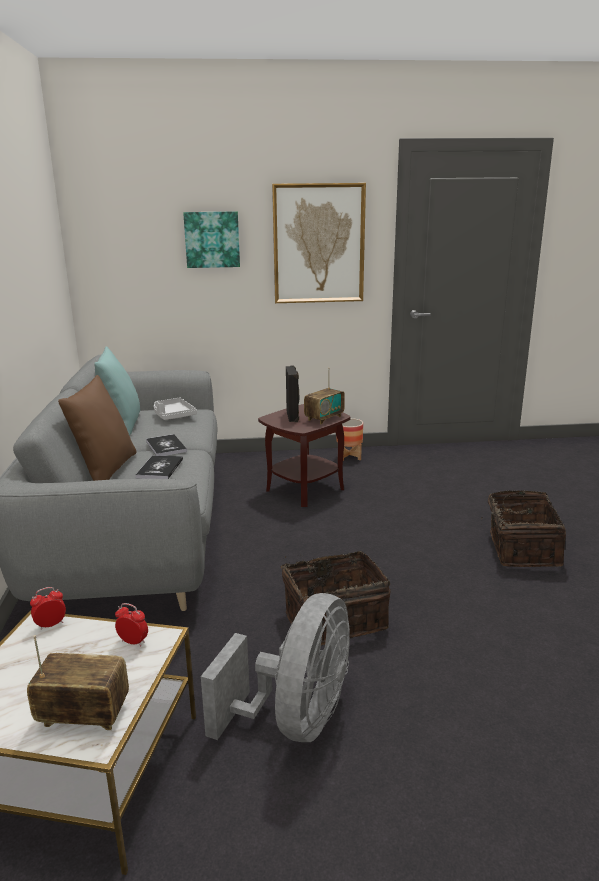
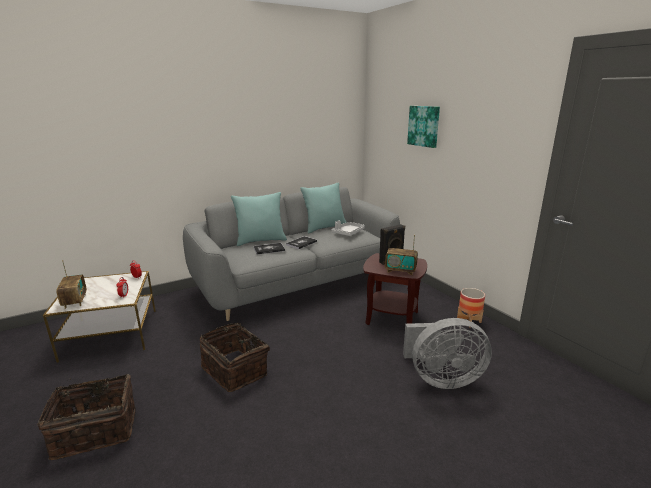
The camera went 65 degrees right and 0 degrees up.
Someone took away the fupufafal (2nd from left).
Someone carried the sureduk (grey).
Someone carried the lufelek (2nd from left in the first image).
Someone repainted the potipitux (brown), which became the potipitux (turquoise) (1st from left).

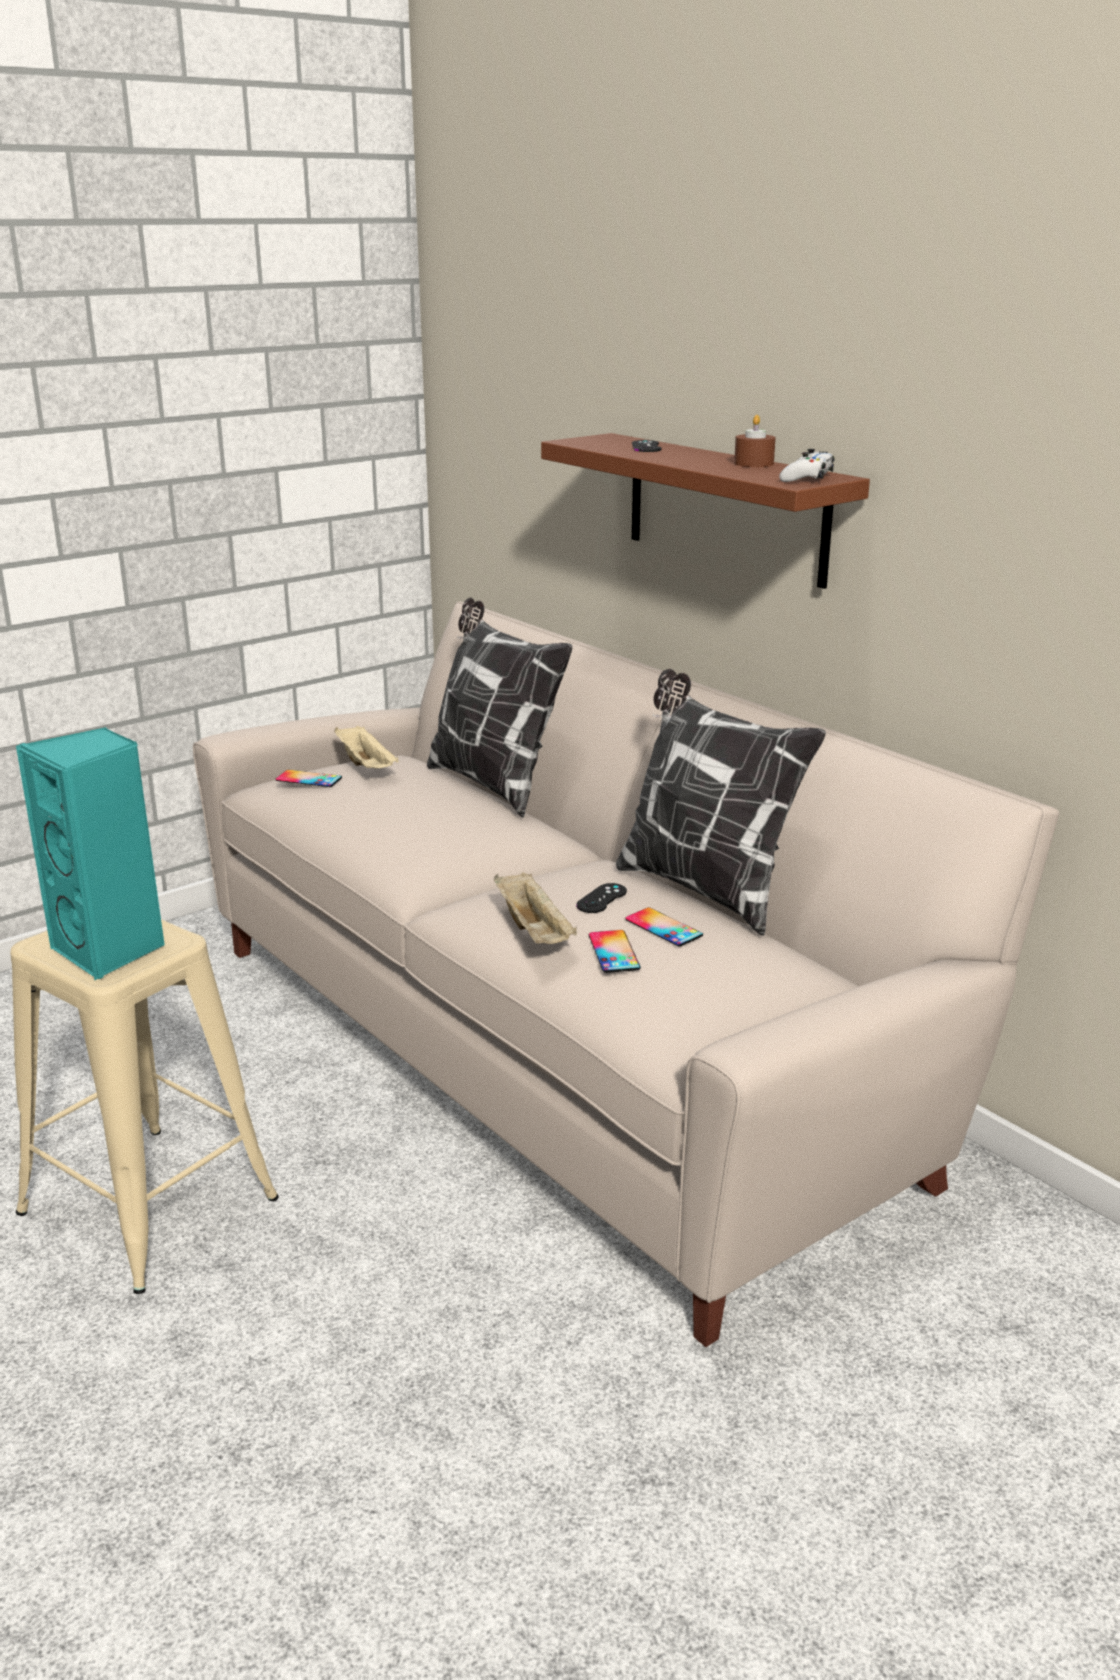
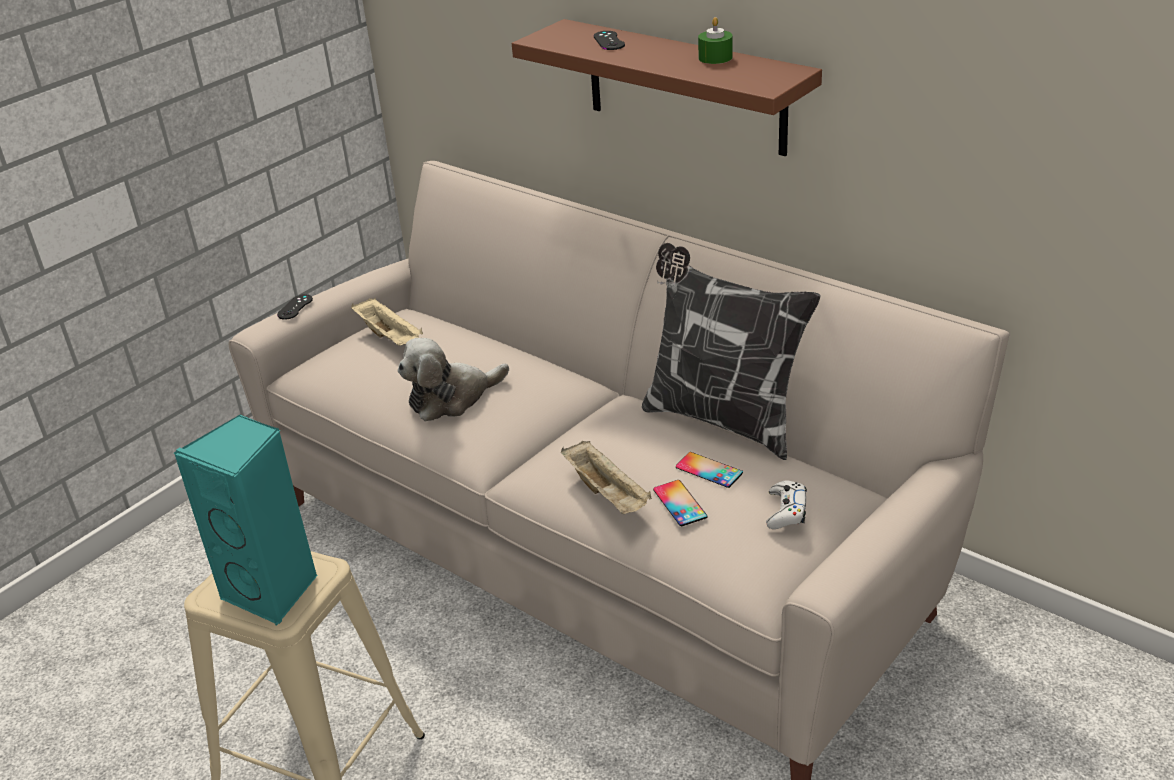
The camera went 10 degrees left and 10 degrees up.
Someone took away the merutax (1st from left).
Someone took away the potipitux (1st from left).
Someone put down the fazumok.
Someone carried the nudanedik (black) (1st from left).
Someone carried the nudanedik (white).
Someone repainted the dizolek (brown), which became the dizolek (green).

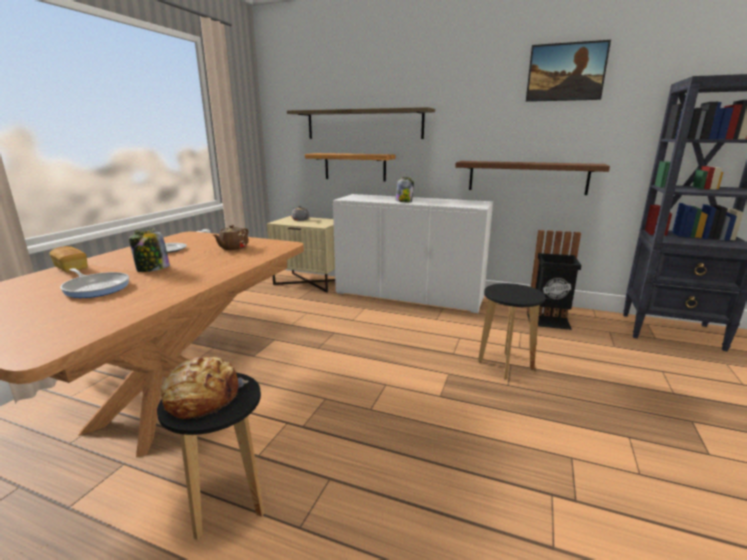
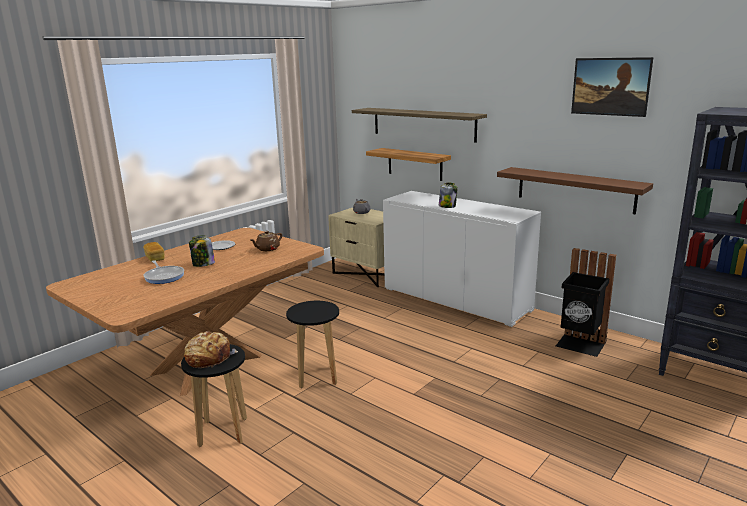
The camera went 20 degrees right and 0 degrees up.
Someone carried the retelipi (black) (2nd from left).

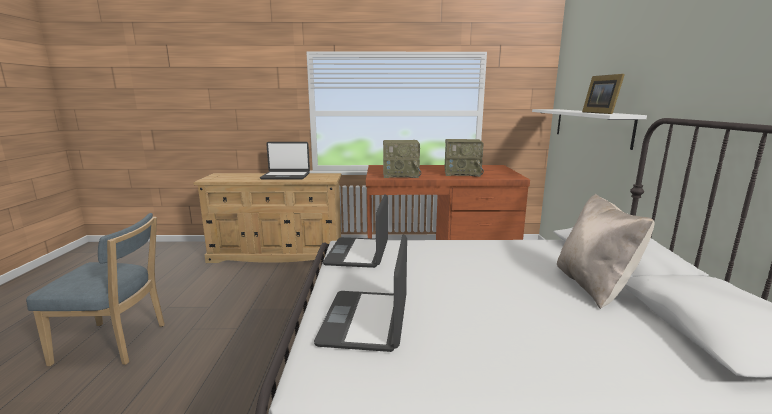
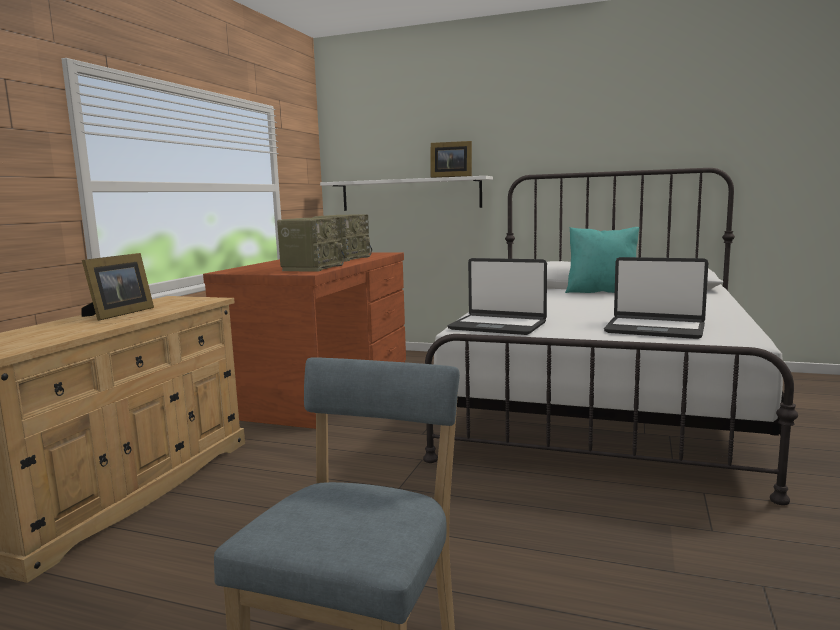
The camera went 70 degrees left and 5 degrees down.
Someone swapped the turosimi (1st from left) for the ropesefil (1st from left).
Someone repainted the potipitux (beige), which became the potipitux (turquoise).

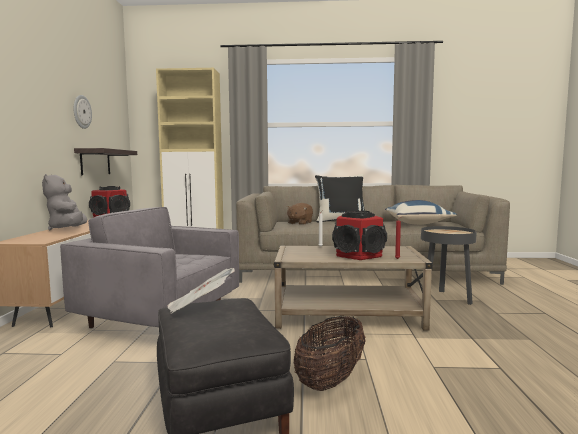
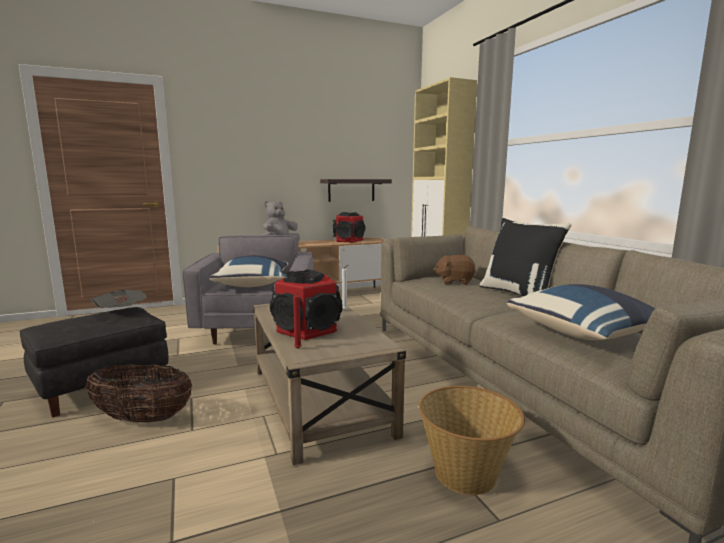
The camera went 65 degrees right and 5 degrees up.
Someone took away the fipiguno.
Someone put down the potipitux (blue) (1st from left).
Someone swapped the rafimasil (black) for the lufelek (2nd from left).

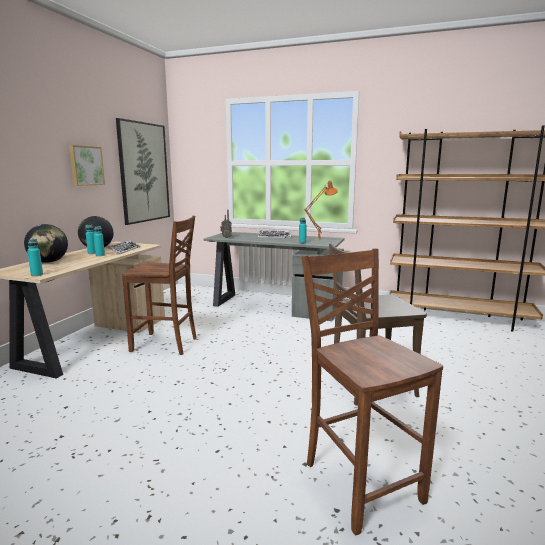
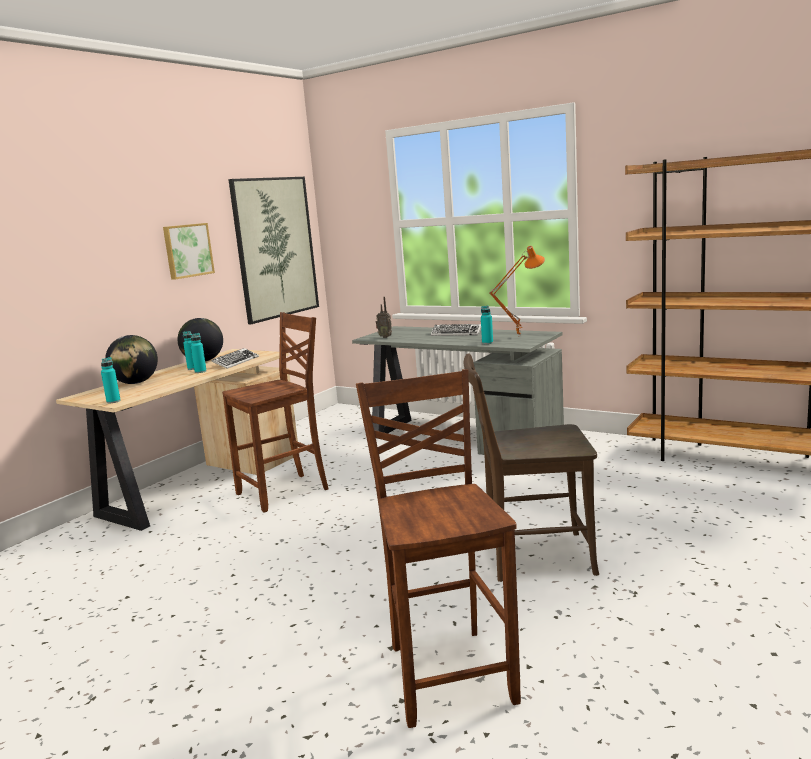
The camera went 15 degrees right and 0 degrees up.
Someone rotated the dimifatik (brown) (1st from left) by 60 degrees counterclockwise.

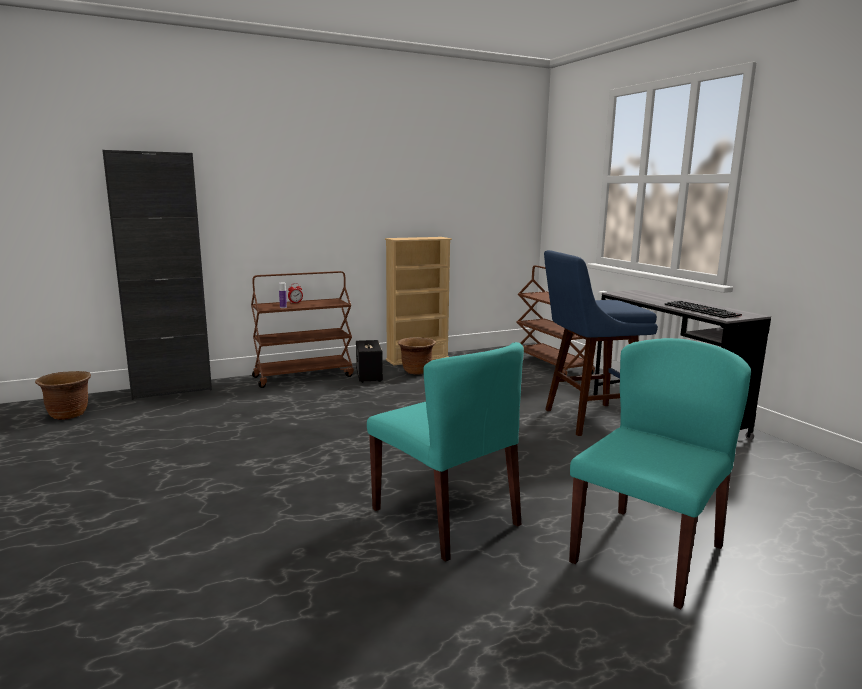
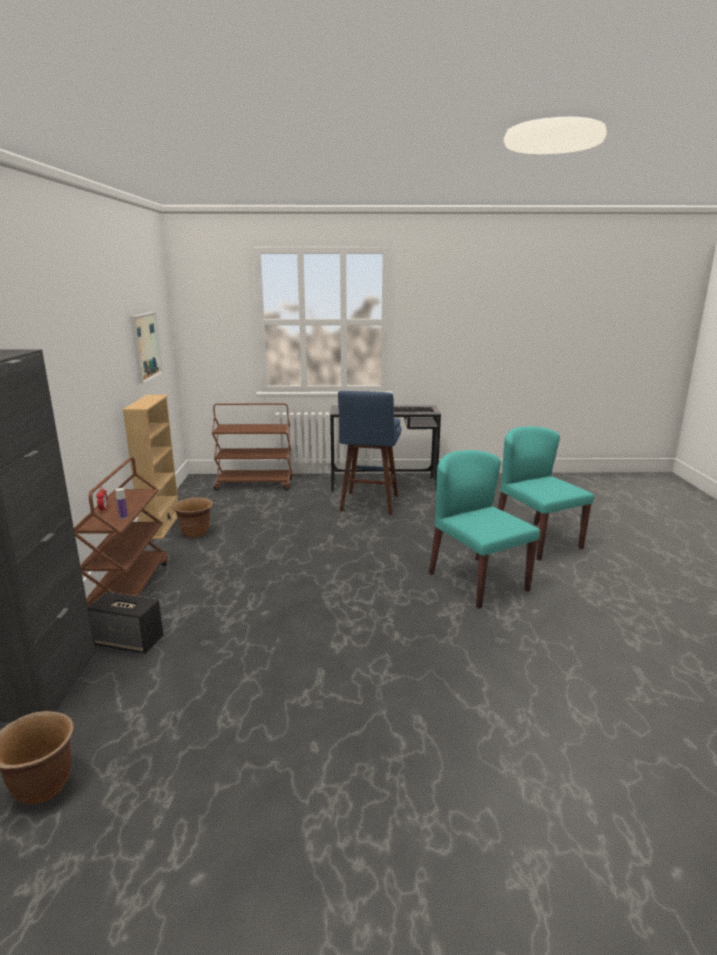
The camera went 65 degrees left and 5 degrees up.
Someone put up the fupufafal.
Someone carried the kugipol.
Someone rotated the dimifatik (turquoise) (1st from left) by 105 degrees counterclockwise.

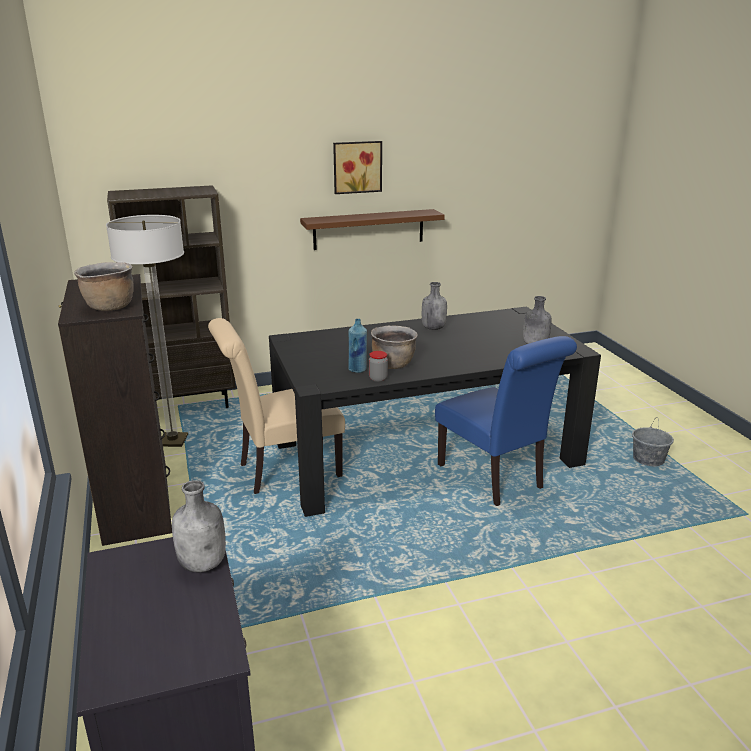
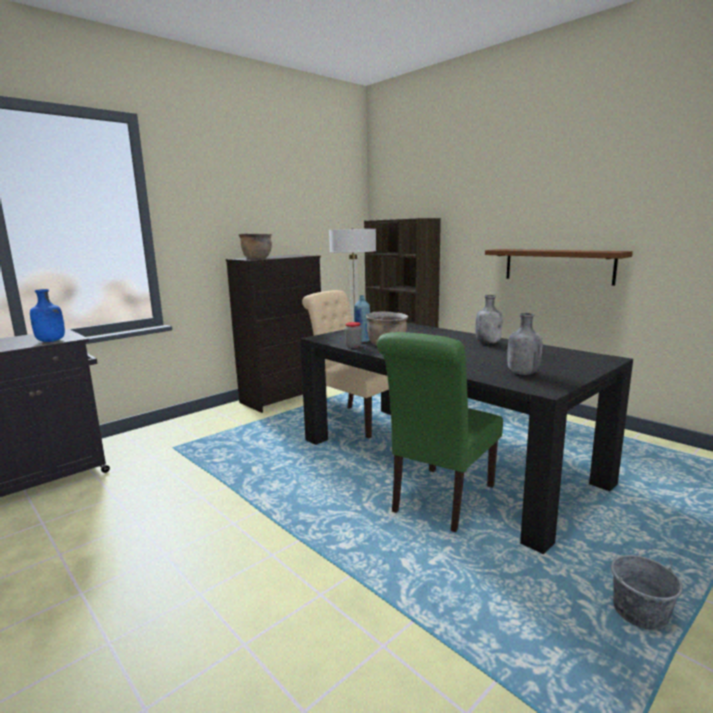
The camera went 65 degrees right and 10 degrees down.
Someone took away the fupufafal.
Someone repainted the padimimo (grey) (1st from left), which became the padimimo (blue) (1st from left).
Someone repainted the dimifatik (blue), which became the dimifatik (green).

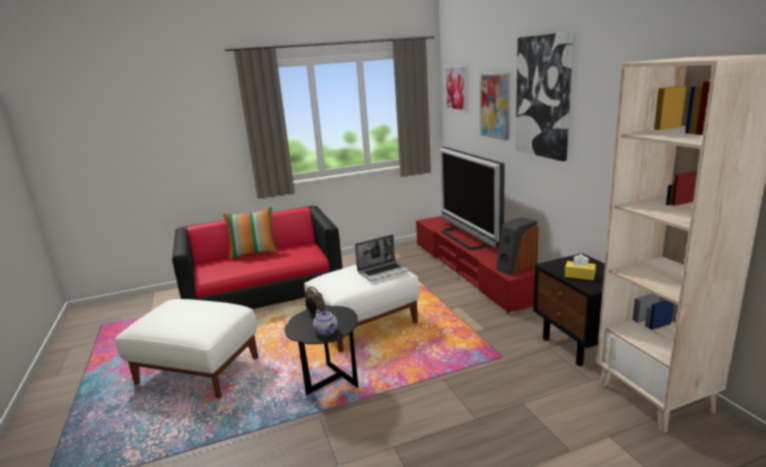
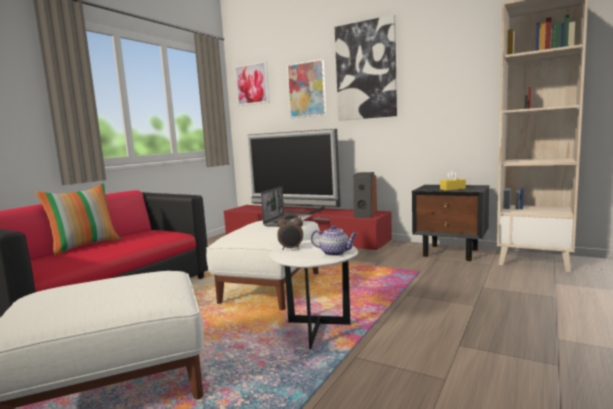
The camera went 40 degrees left and 10 degrees down.
Someone repainted the rafimasil (black), which became the rafimasil (white).

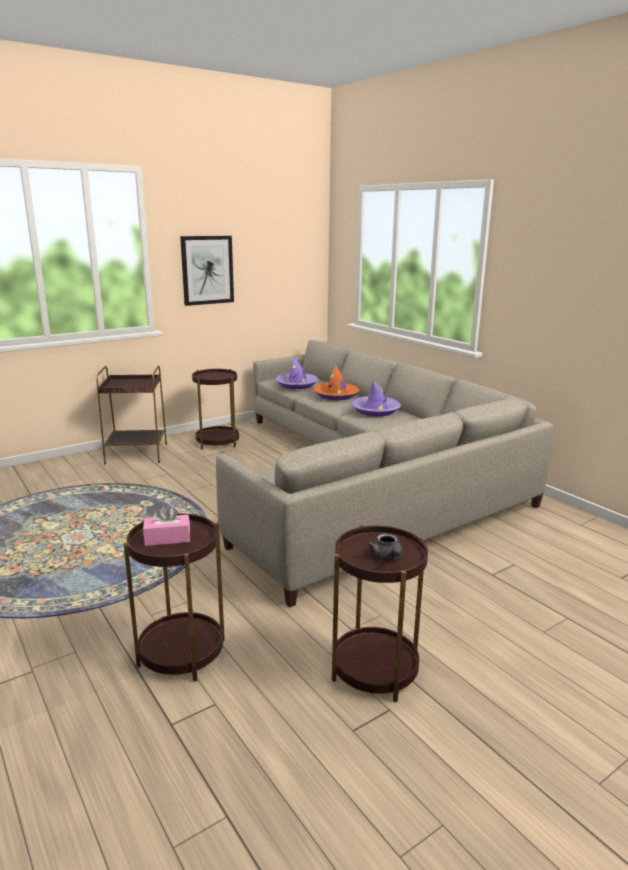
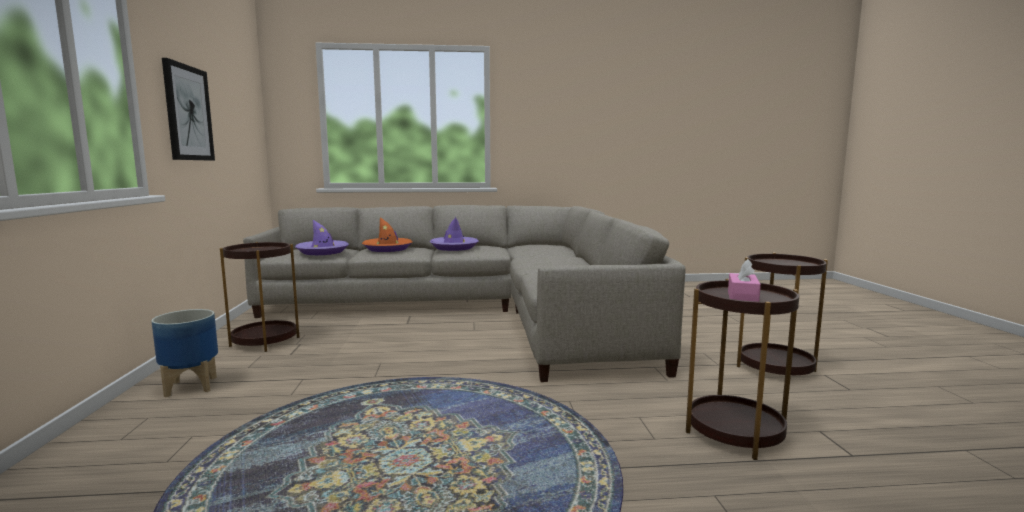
The camera went 60 degrees left and 10 degrees down.
Someone took away the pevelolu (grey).
Someone swapped the rafimasil (brown) (1st from left) for the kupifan.

